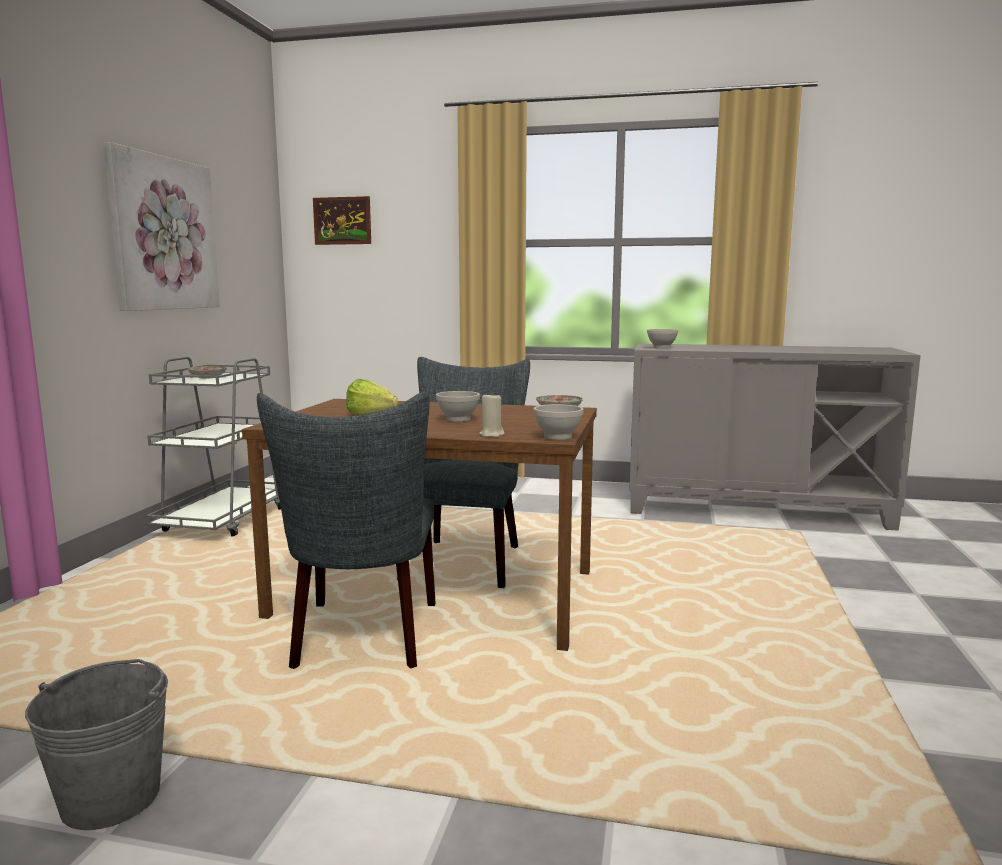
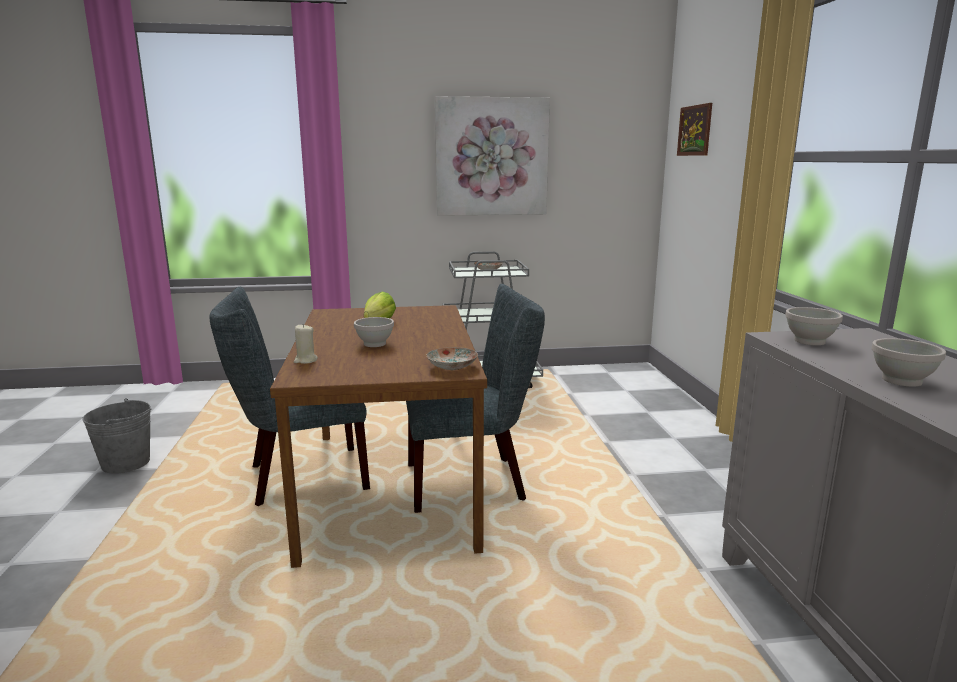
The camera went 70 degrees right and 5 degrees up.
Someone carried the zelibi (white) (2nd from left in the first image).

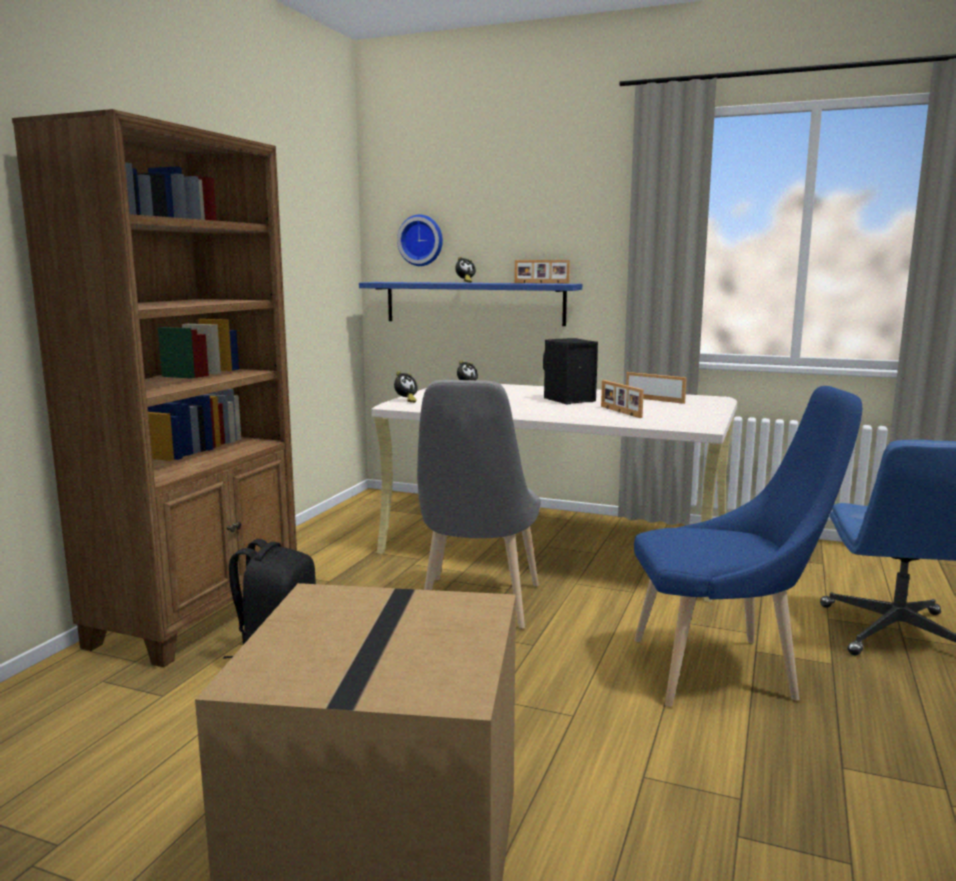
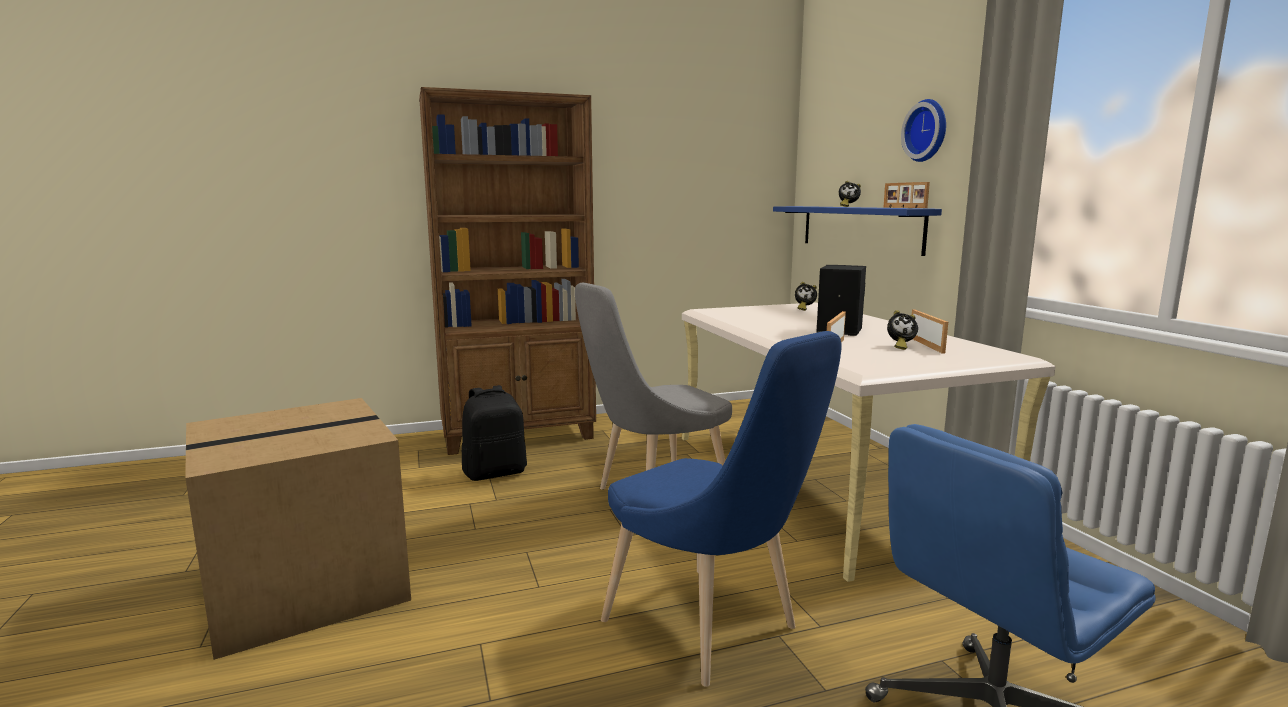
The camera went 50 degrees right and 0 degrees up.
Someone carried the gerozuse (1st from left in the first image).
Someone carried the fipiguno.

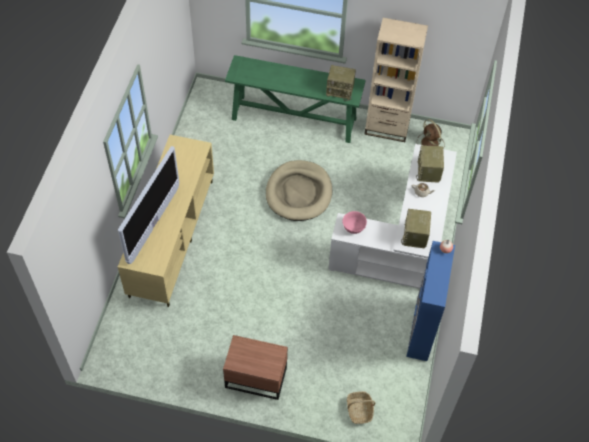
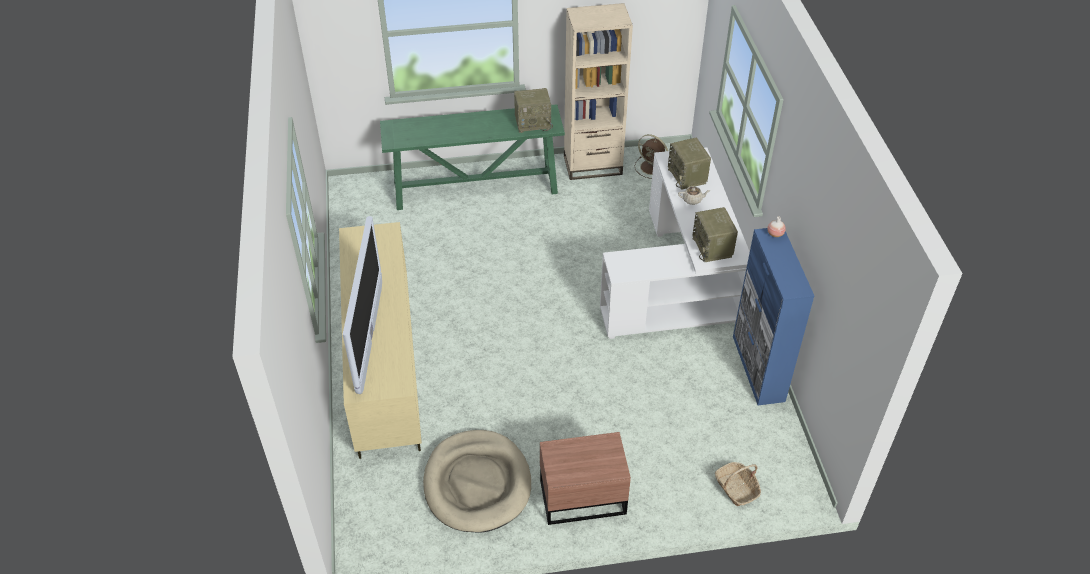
The camera went 20 degrees left and 10 degrees down.
Someone took away the zelibi (pink).
Someone carried the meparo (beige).

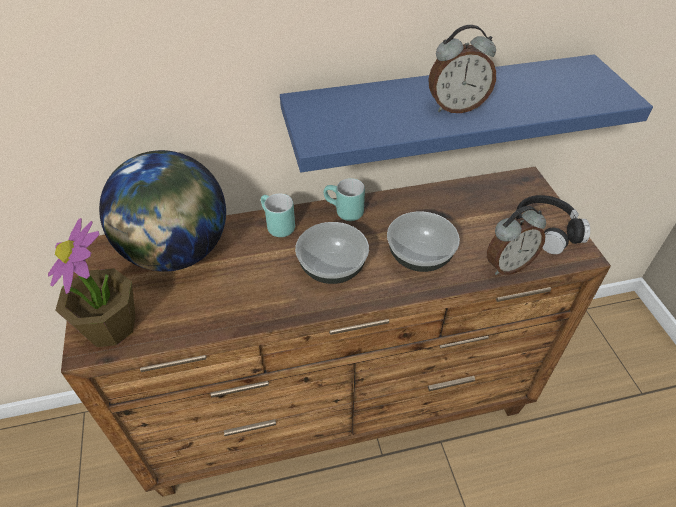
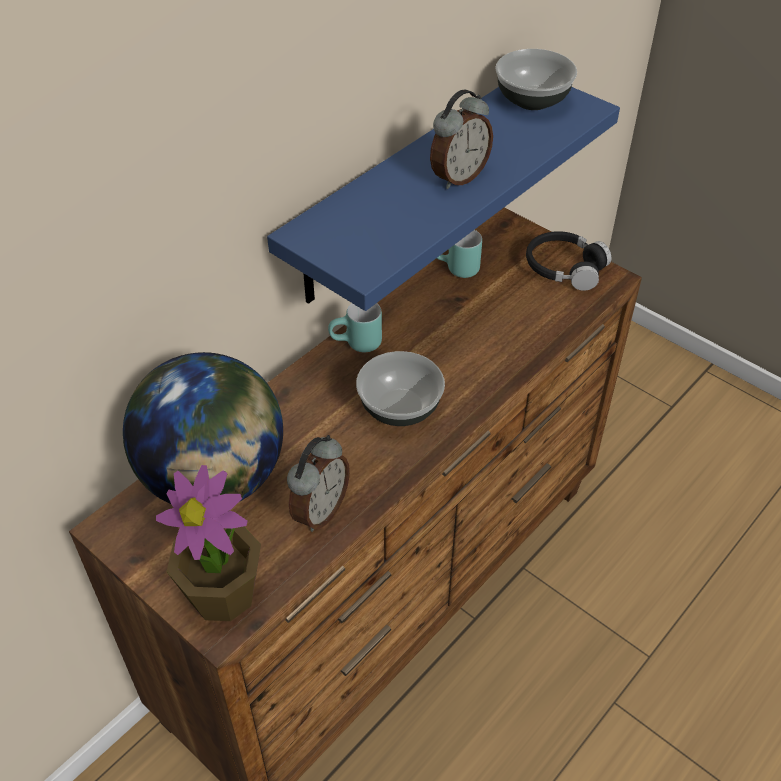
The camera went 35 degrees left and 0 degrees up.
Someone carried the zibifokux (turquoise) (1st from left in the first image).
Someone carried the zelibi (2nd from left).
Someone carried the gerozuse (2nd from left in the first image).

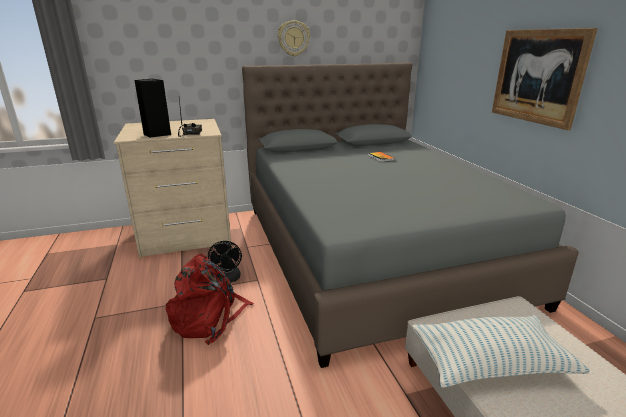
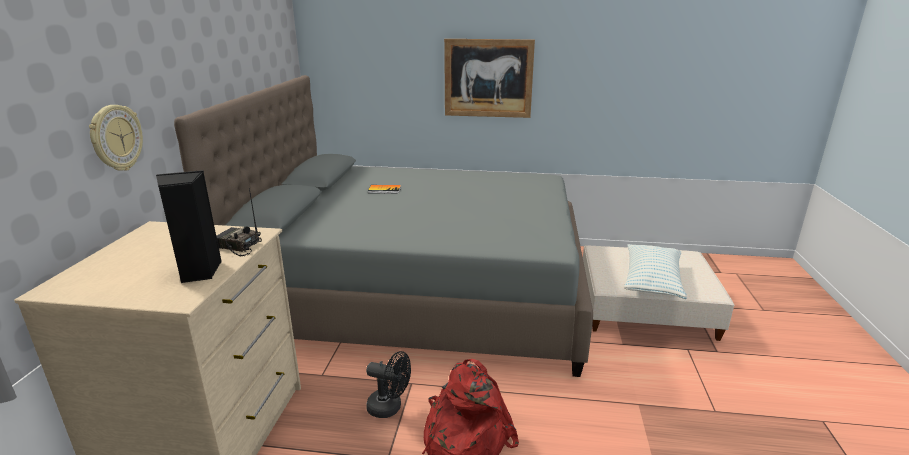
The camera went 65 degrees left and 0 degrees up.
Someone carried the fipiguno.

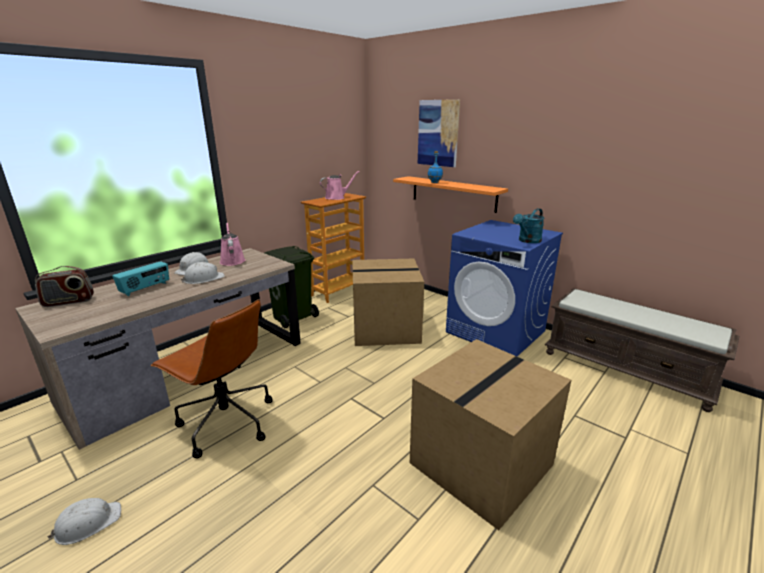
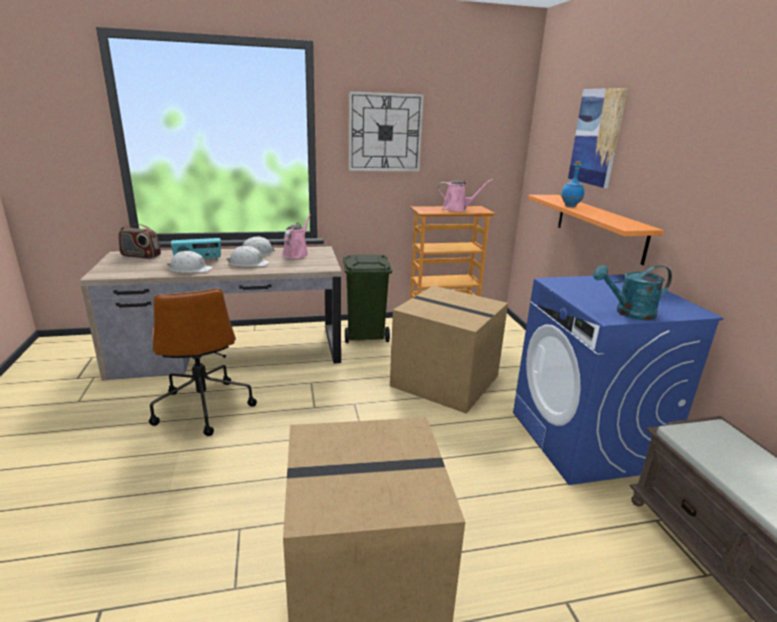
The camera went 35 degrees right and 0 degrees up.
Someone put up the fipiguno.
Someone carried the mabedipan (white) (1st from left).

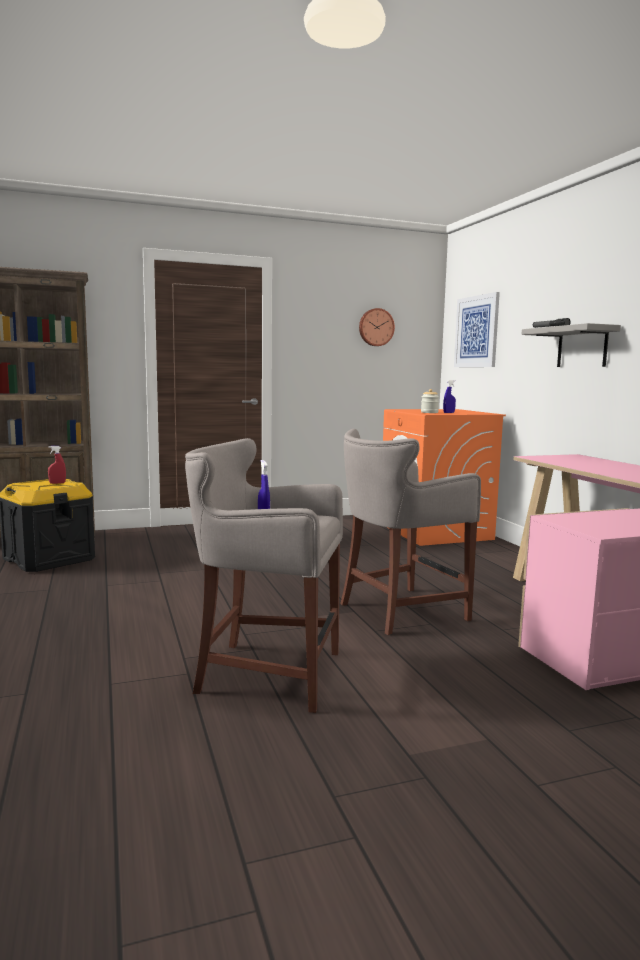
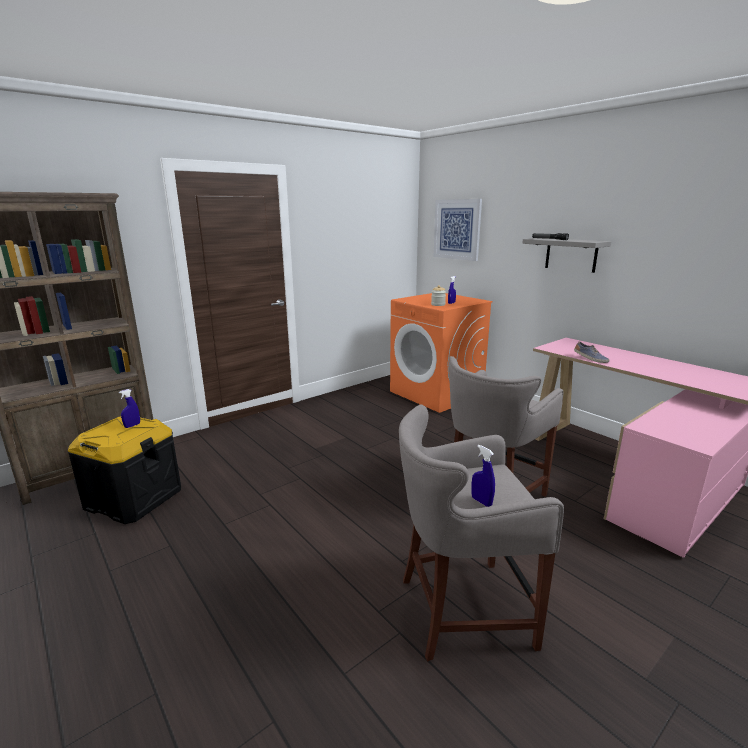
The camera went 20 degrees left and 10 degrees up.
Someone took away the fipiguno.
Someone put down the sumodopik.
Someone repainted the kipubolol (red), which became the kipubolol (blue) (1st from left).

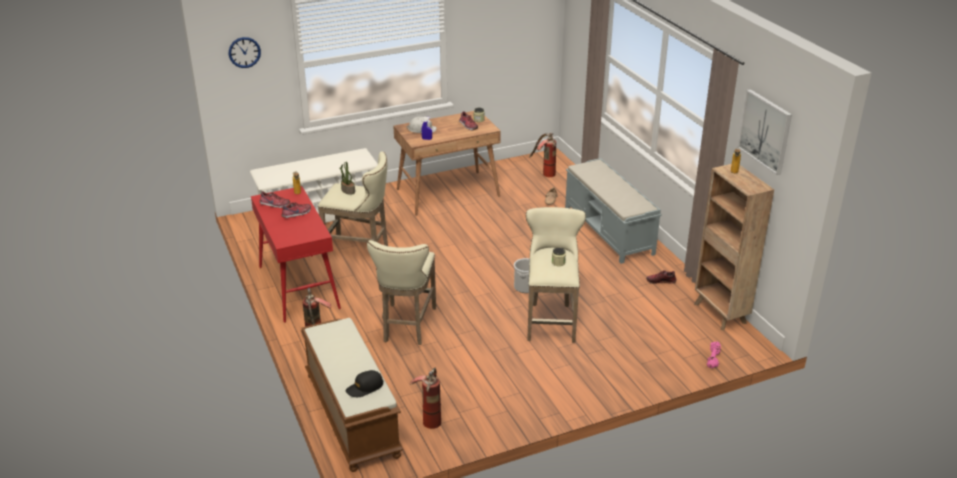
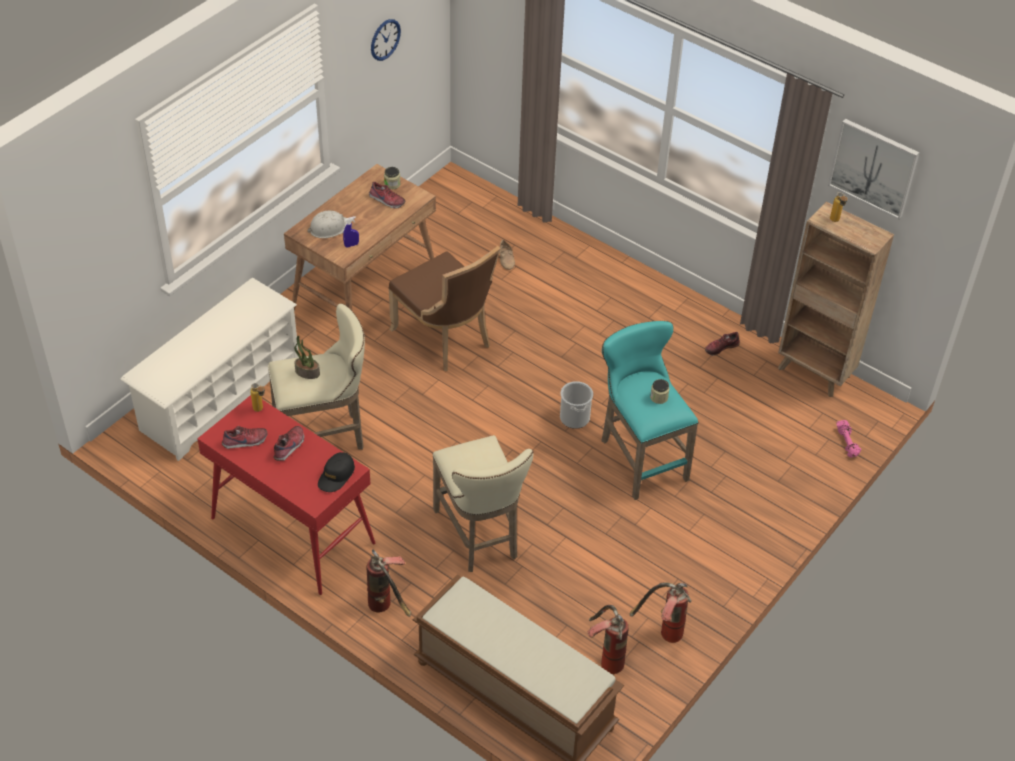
The camera went 30 degrees left and 15 degrees up.
Someone took away the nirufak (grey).
Someone put down the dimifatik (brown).
Someone carried the fipiguno.
Someone carried the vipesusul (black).
Someone carried the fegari (3rd from left).
Someone repainted the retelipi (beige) (3rd from left), which became the retelipi (turquoise).

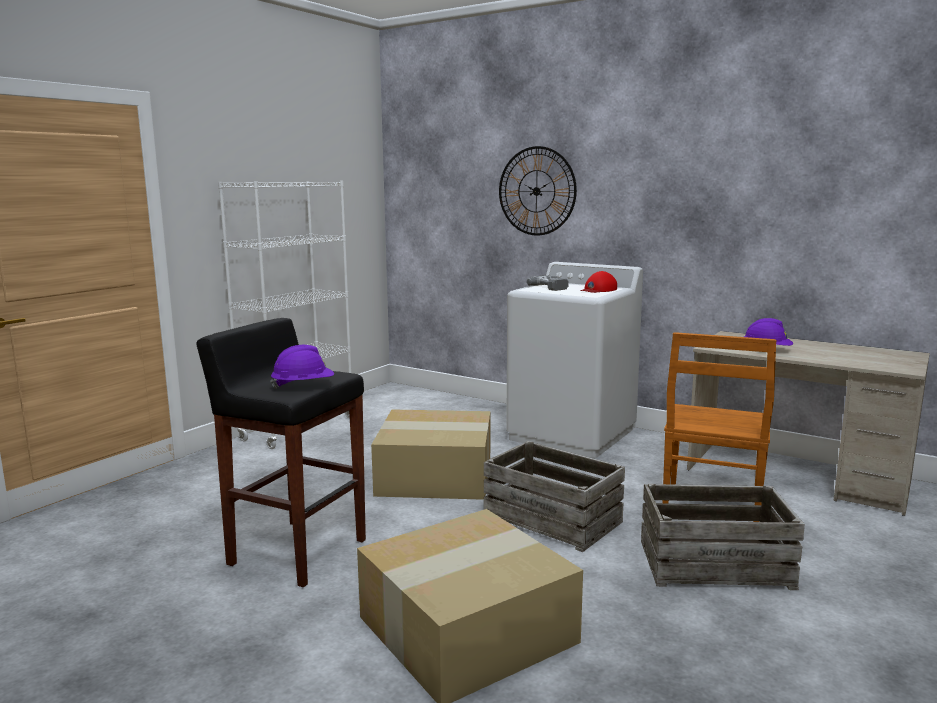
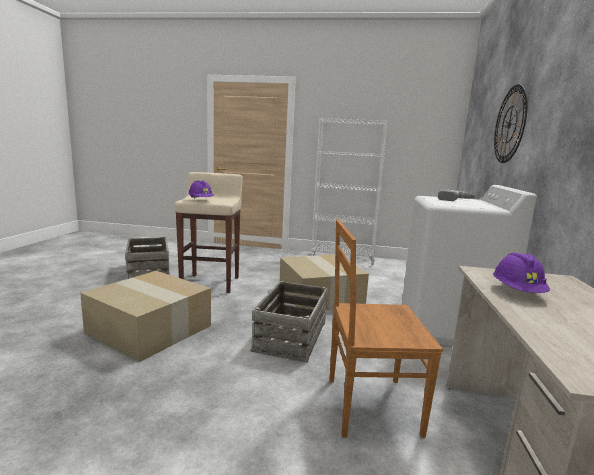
The camera went 65 degrees right and 0 degrees up.
Someone took away the vipesusul (red).
Someone carried the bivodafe (2nd from left in the first image).
Someone repainted the retelipi (black), which became the retelipi (beige).

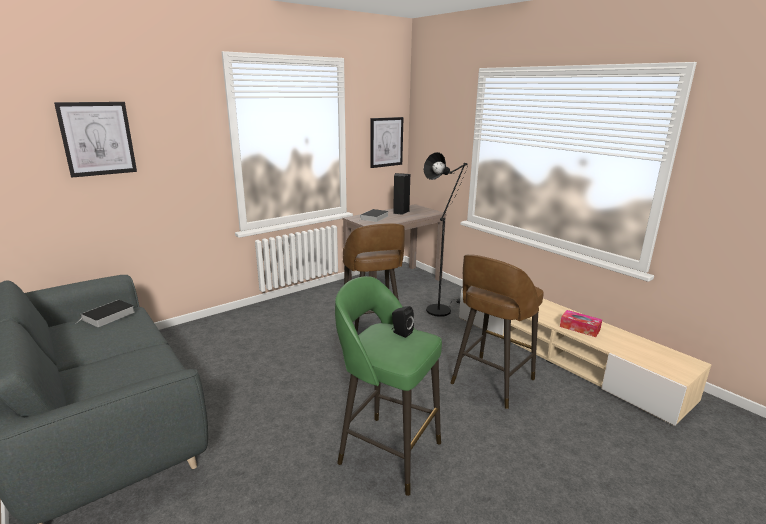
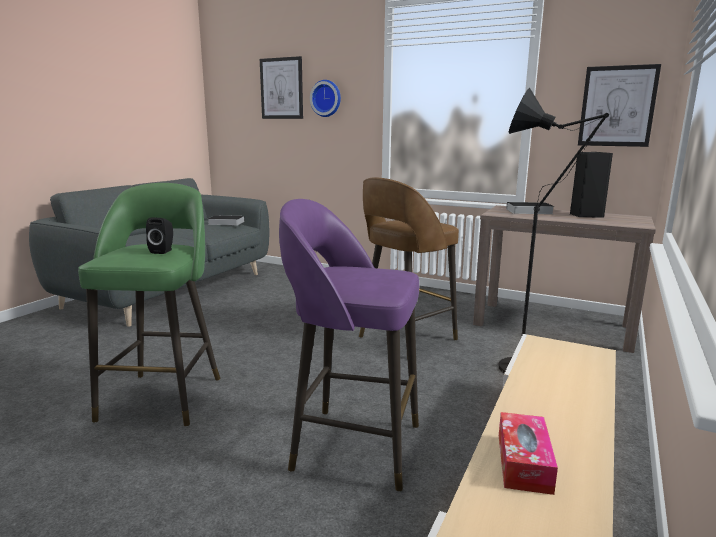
The camera went 65 degrees right and 5 degrees down.
Someone put up the fipiguno.
Someone repainted the retelipi (brown) (2nd from left), which became the retelipi (purple).

